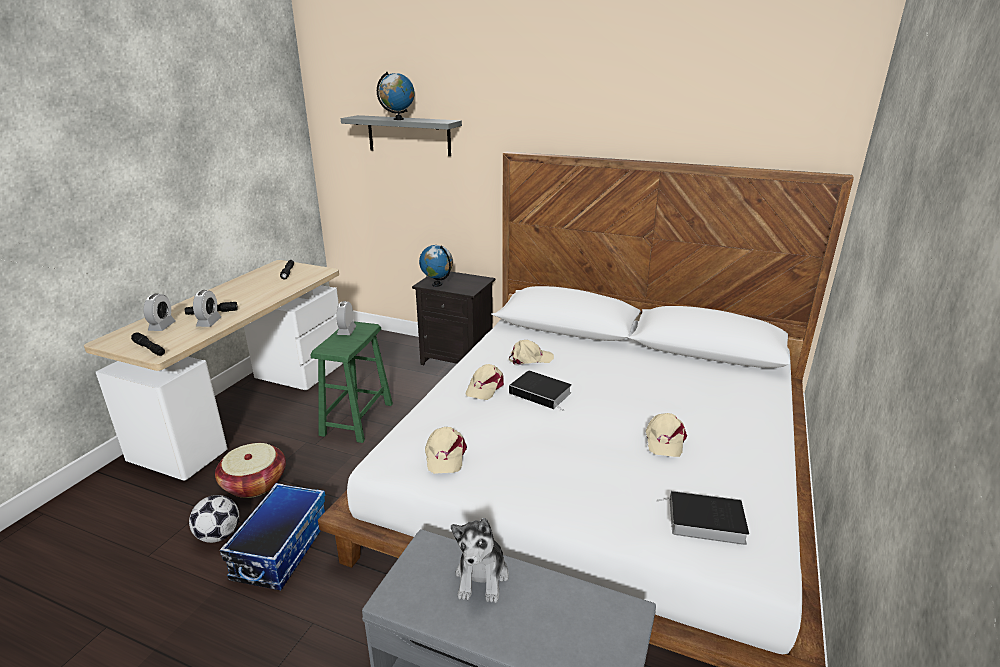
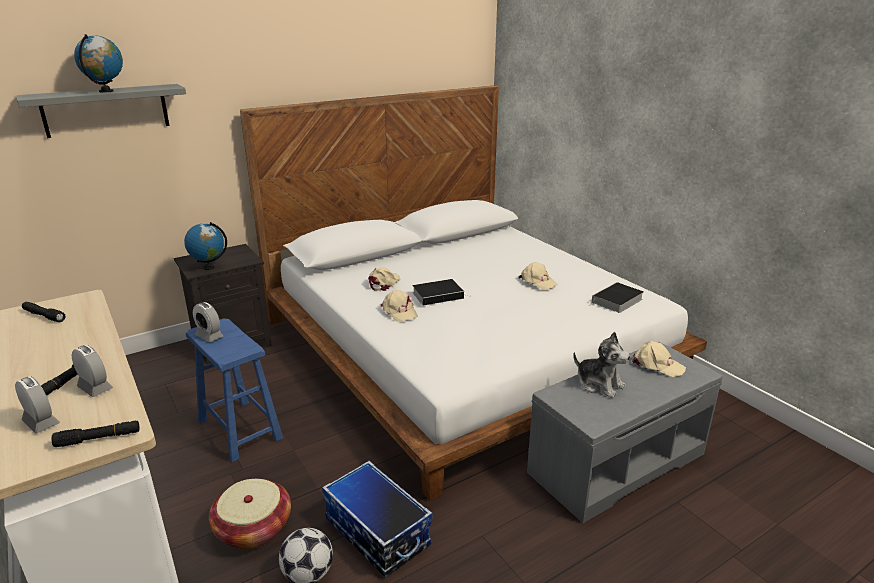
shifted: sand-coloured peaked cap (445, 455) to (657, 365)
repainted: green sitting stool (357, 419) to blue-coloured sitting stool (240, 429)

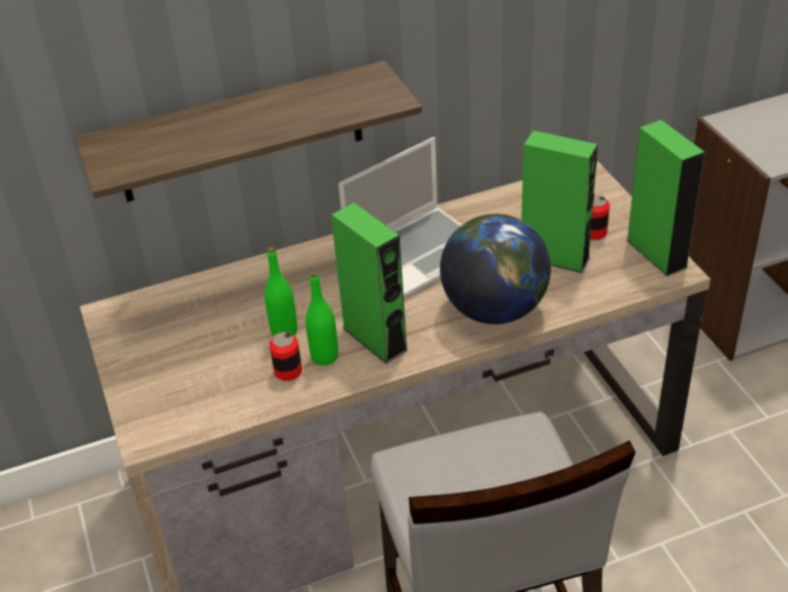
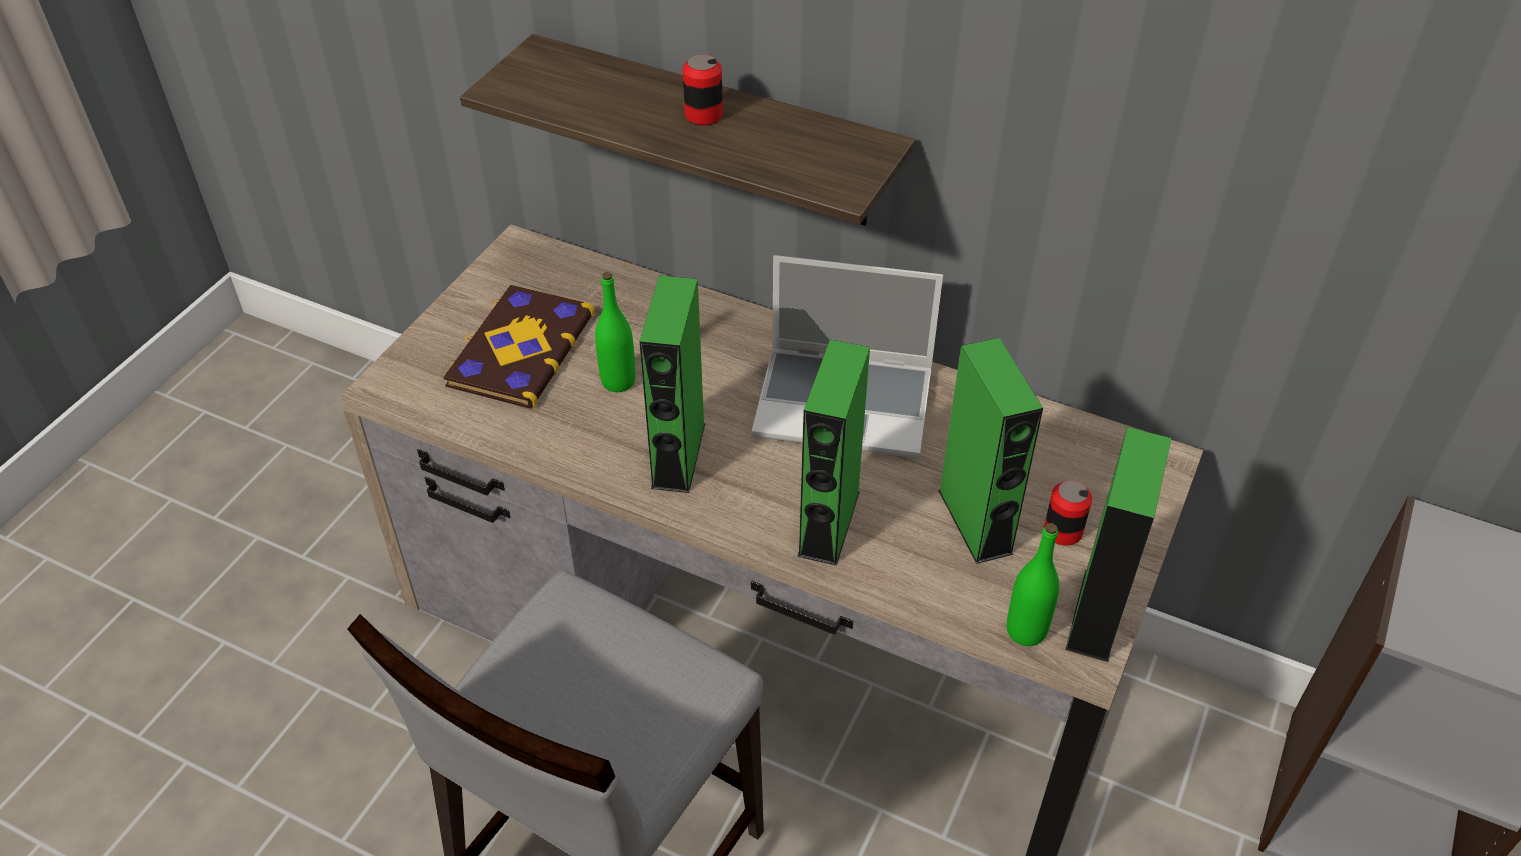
new: book (519, 349)
shifted: metal can (288, 371) to (703, 115); green beverage bottle (324, 357) to (1026, 631)
swapped: globe (494, 309) to green audio speaker (829, 523)

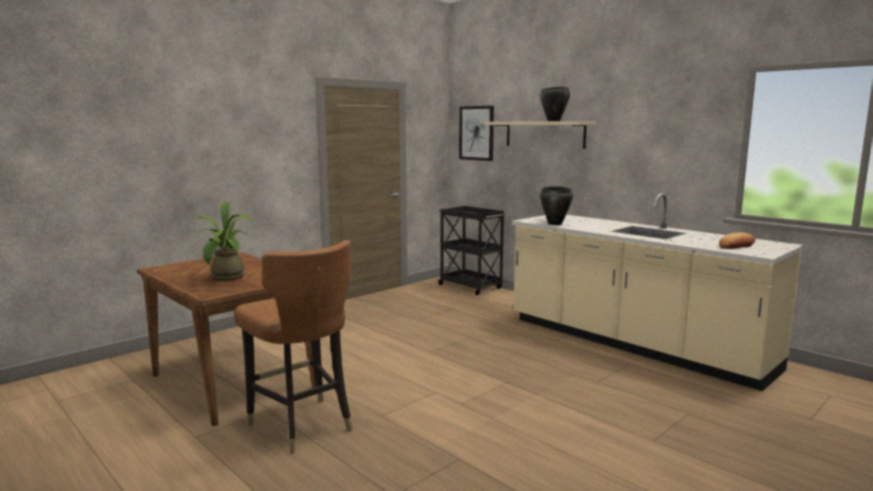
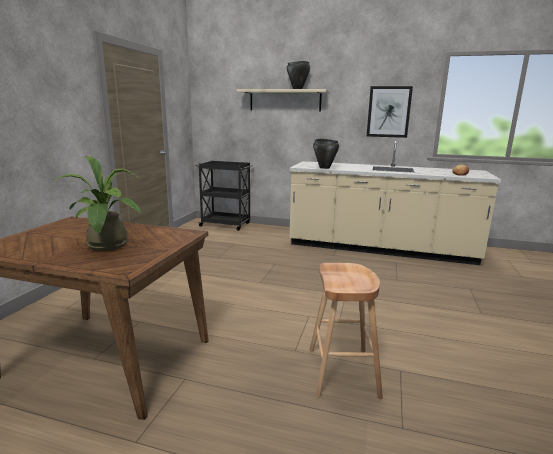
gone: brown upright chair (301, 425)
new: brown sitting stool (342, 372)
shifted: picture (476, 133) to (388, 112)

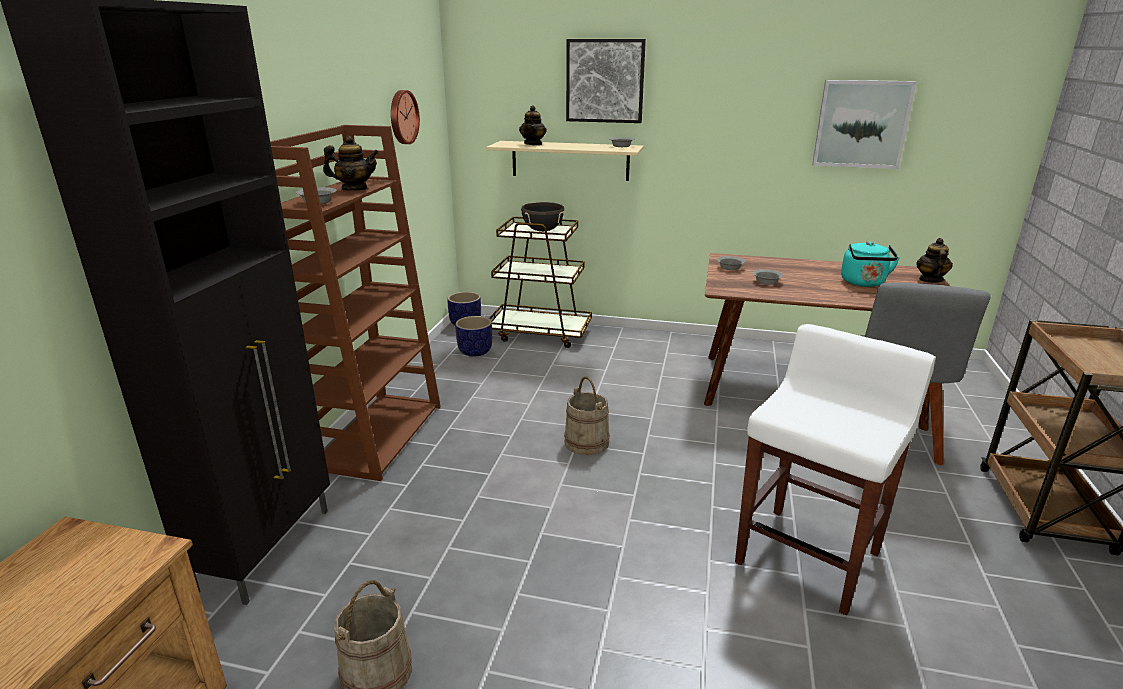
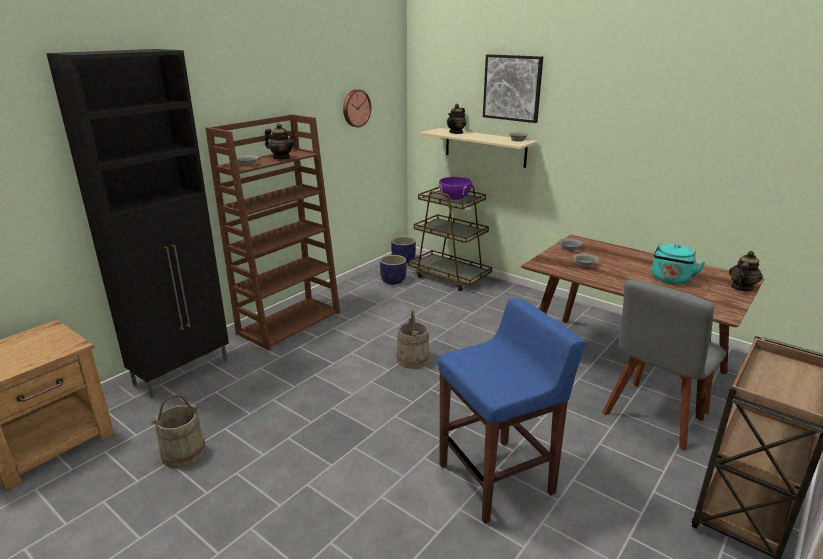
gone: picture (861, 124)
repainted: black-coloured cooking pot (543, 230) to purplish cooking pot (455, 199); white sitting stool (809, 556) to blue-coloured sitting stool (498, 478)

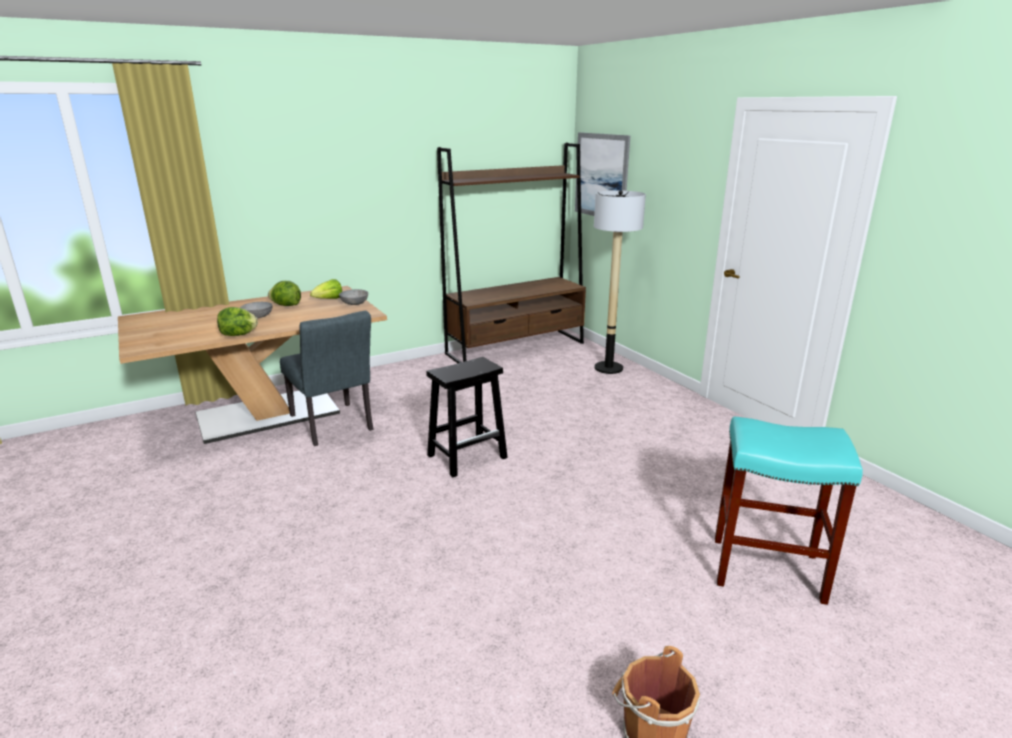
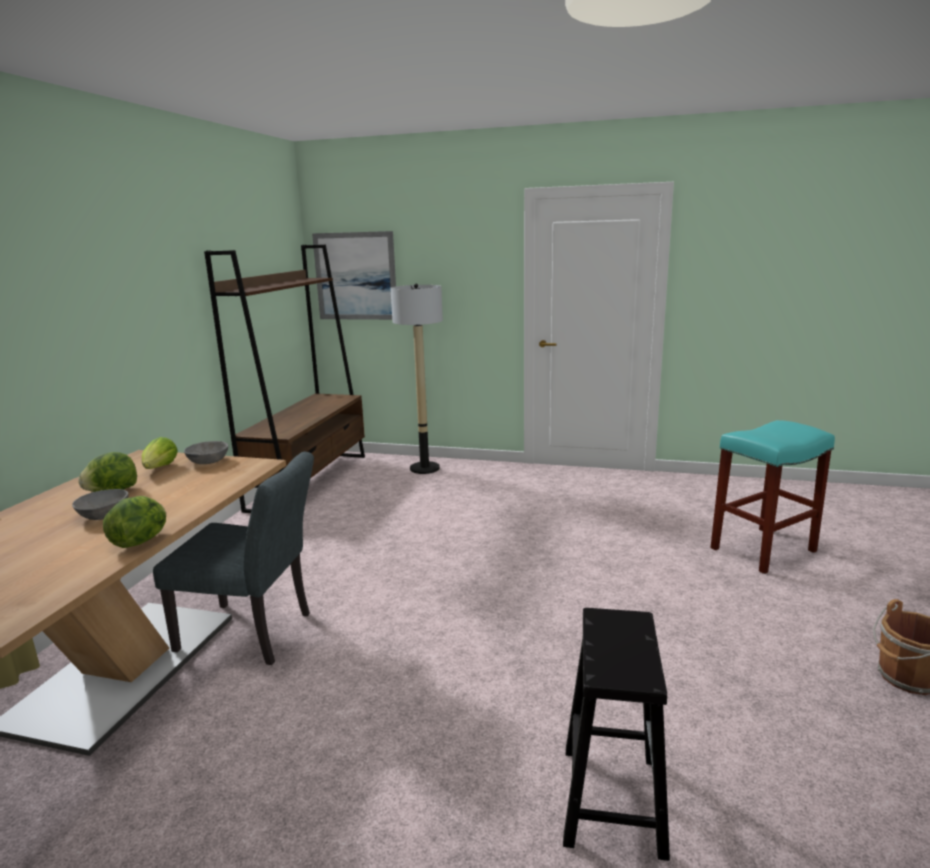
shifted: black-coloured sitting stool (468, 456) to (611, 797)

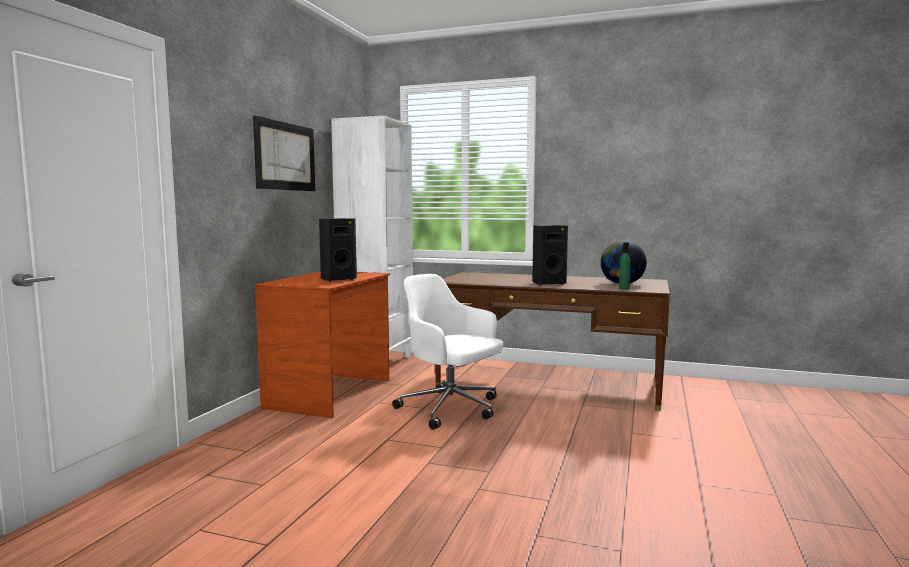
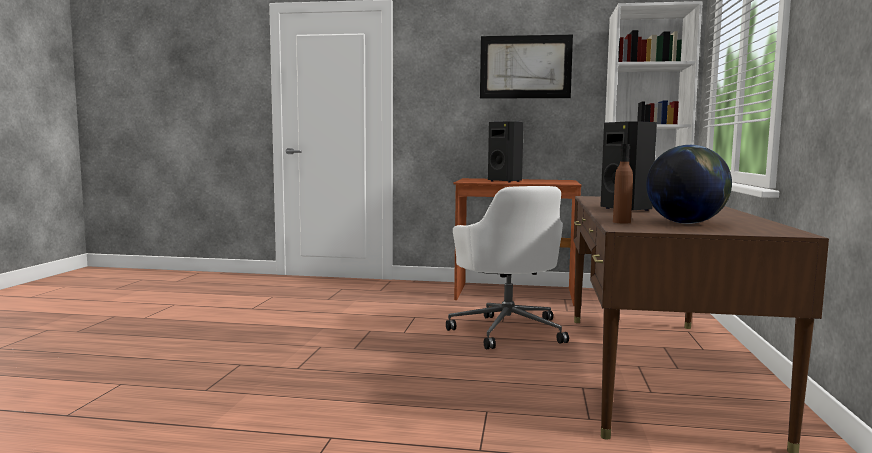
repainted: green beverage bottle (624, 289) to brown beverage bottle (621, 222)
rotated: white desk chair (451, 409) = (508, 330) 135 degrees clockwise

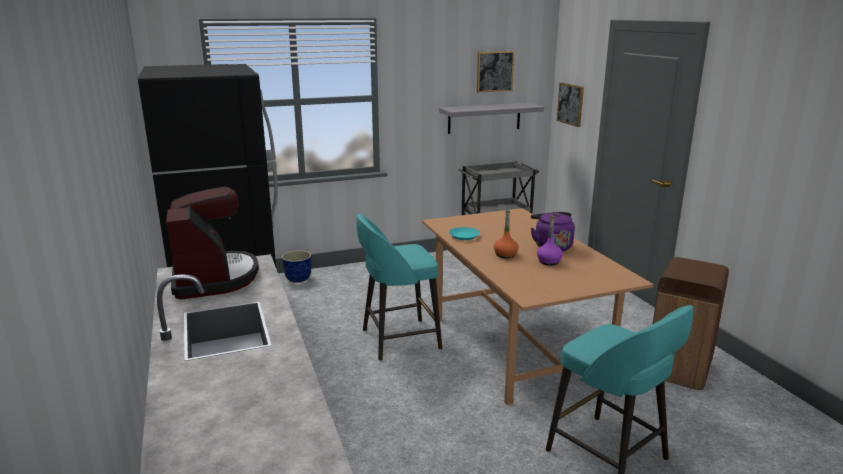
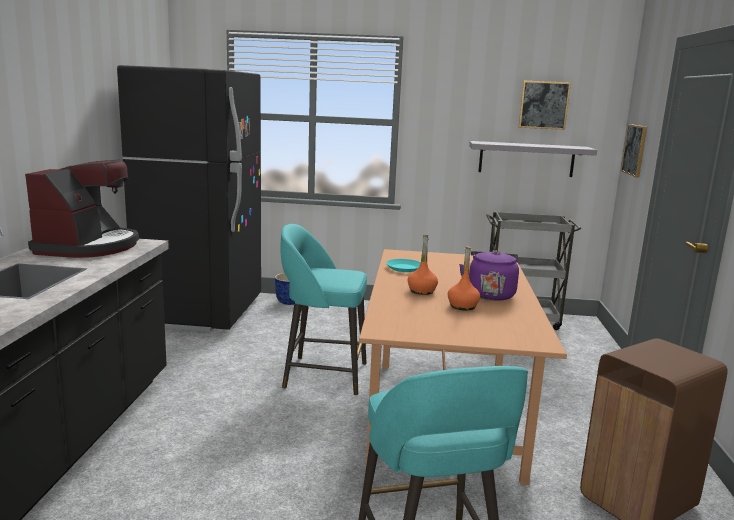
repainted: purplish beverage bottle (549, 262) to orange beverage bottle (463, 306)

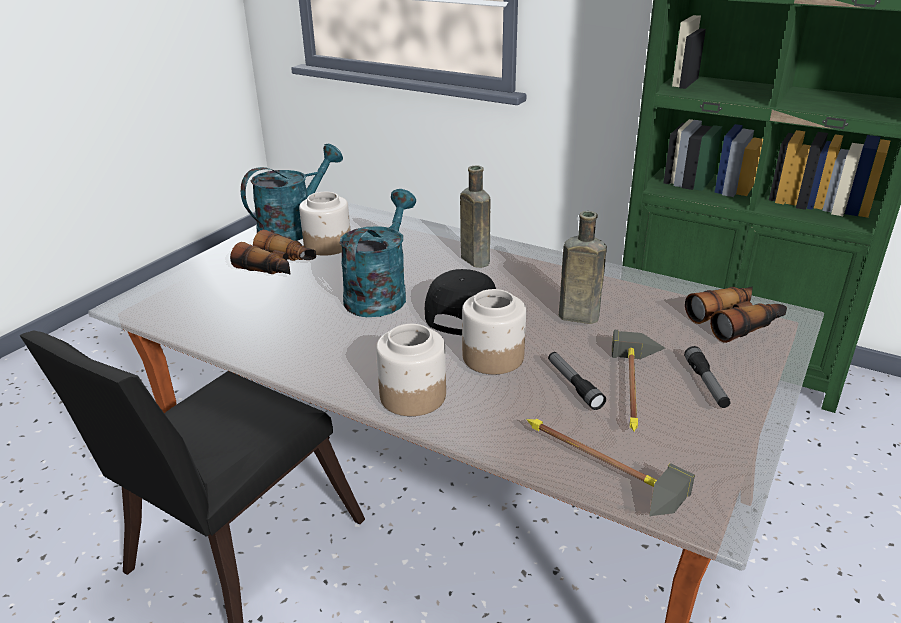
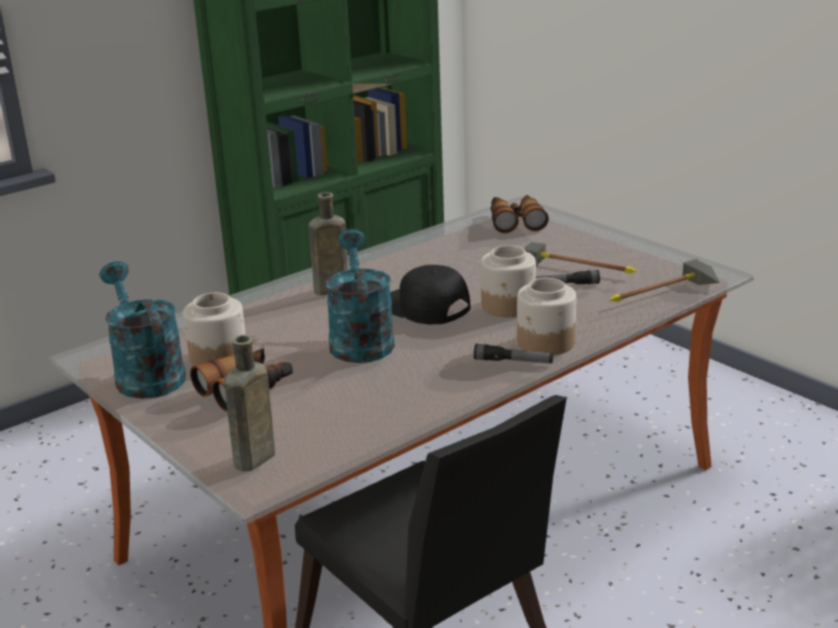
shifted: brown beverage bottle (575, 316) to (252, 460); hand torch (706, 384) to (513, 362)
rotated: turquoise sprinkling can (380, 293) = (360, 339) 45 degrees clockwise

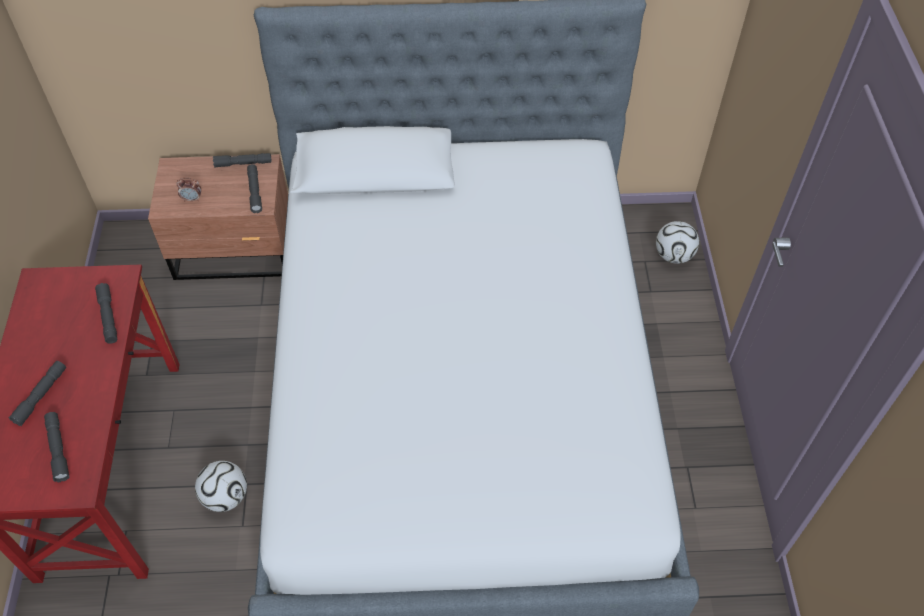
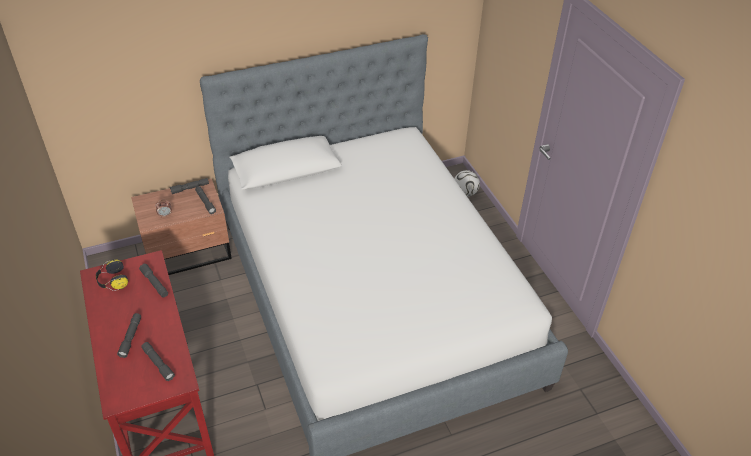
gone: football (226, 496)
new: headset (112, 281)

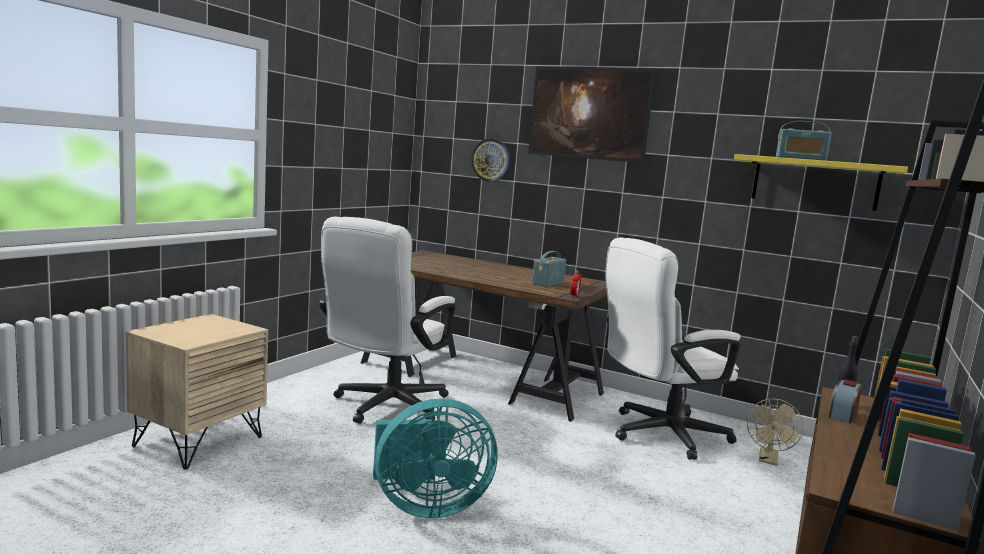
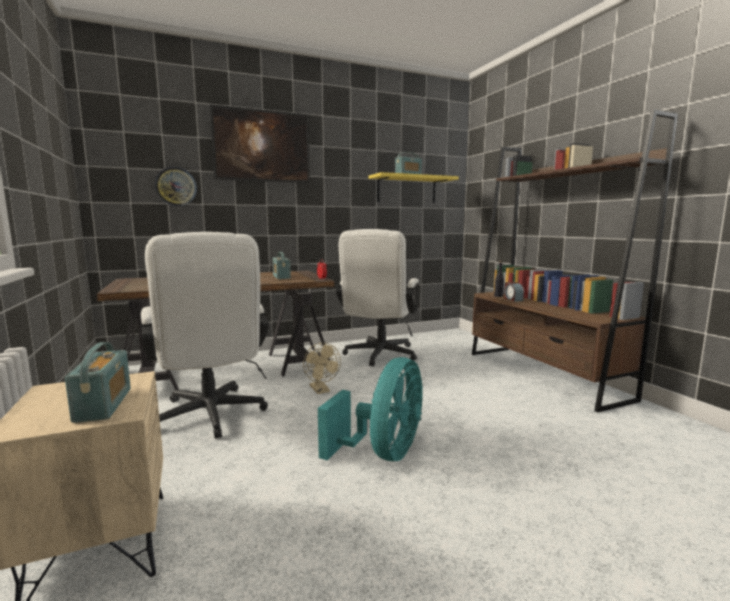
new: radio set (104, 405)
shifted: sand-coloured fan (768, 460) to (321, 390)

